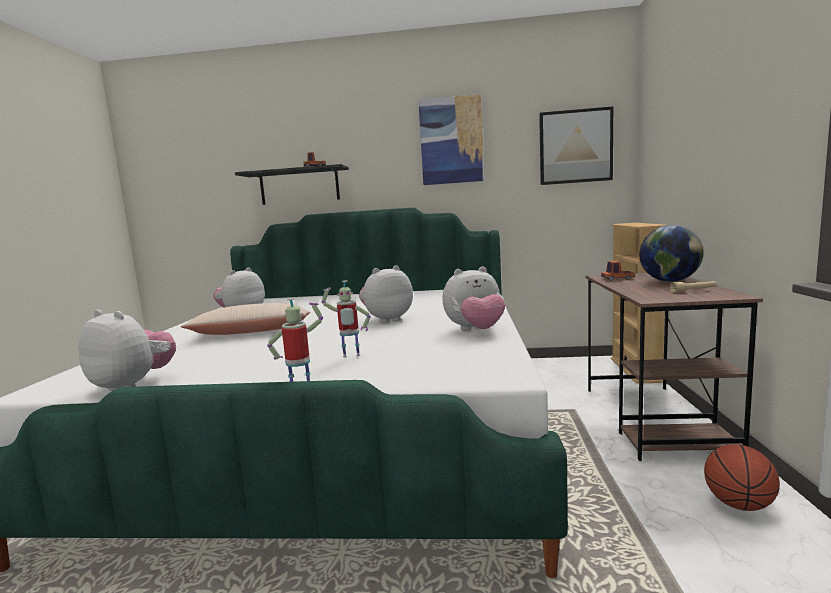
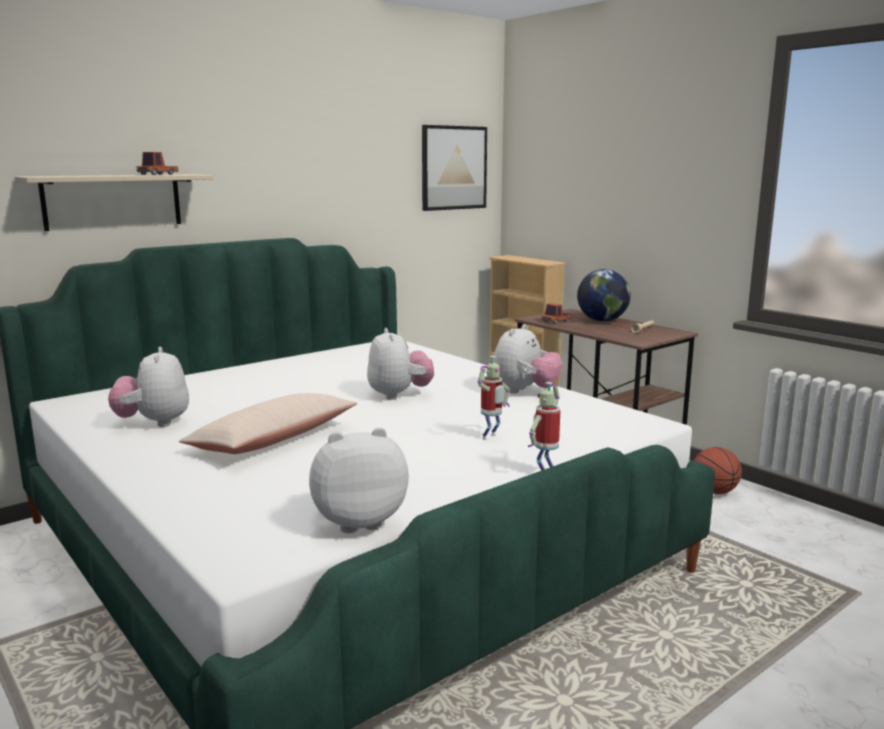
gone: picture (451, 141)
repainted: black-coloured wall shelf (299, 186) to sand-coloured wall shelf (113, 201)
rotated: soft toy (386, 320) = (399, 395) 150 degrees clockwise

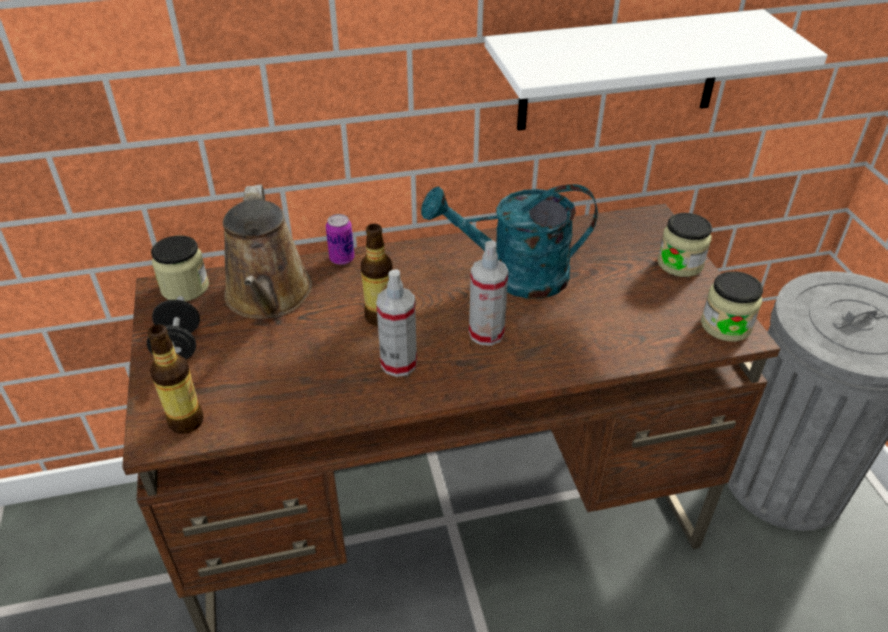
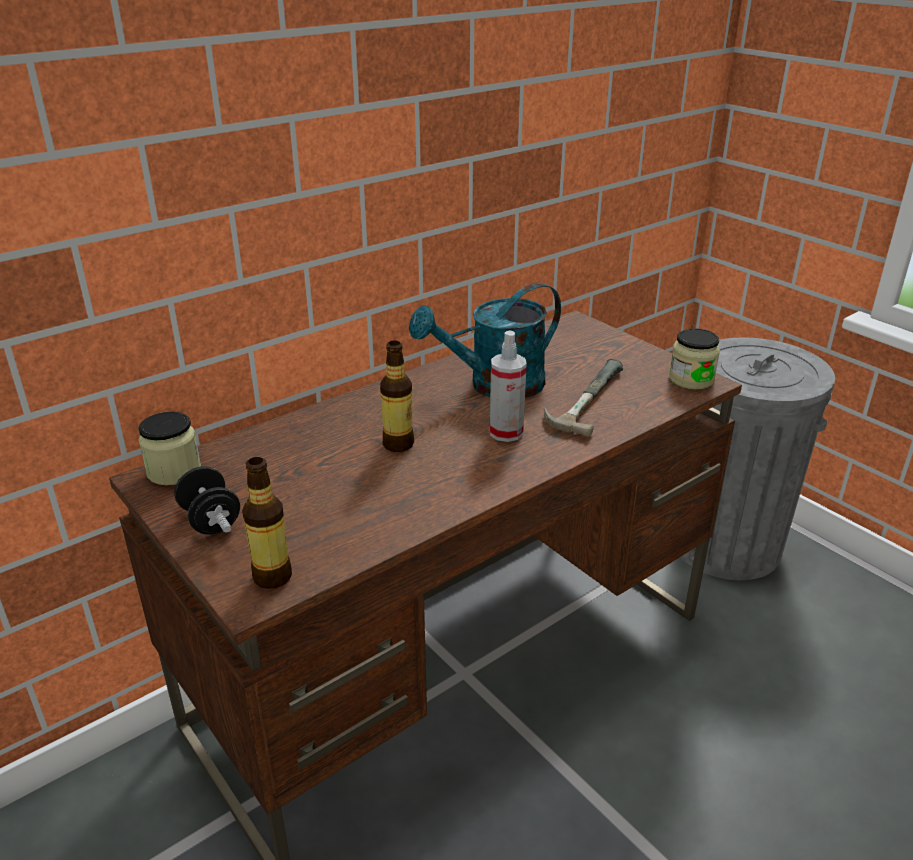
gone: brown sprinkling can (269, 297); metal can (342, 259); spray bottle (399, 363); white wall shelf (620, 71); jar (680, 263)
new: hammer (582, 398)

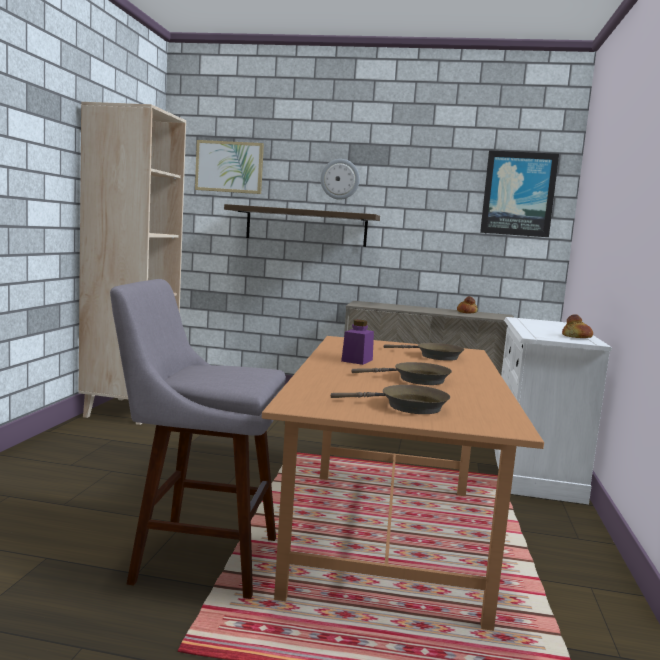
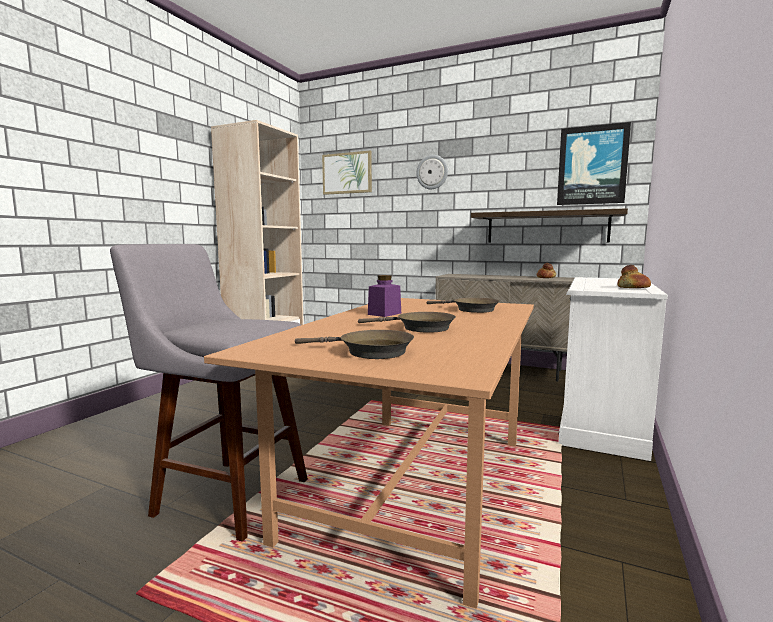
shifted: wall shelf (306, 226) to (546, 227)

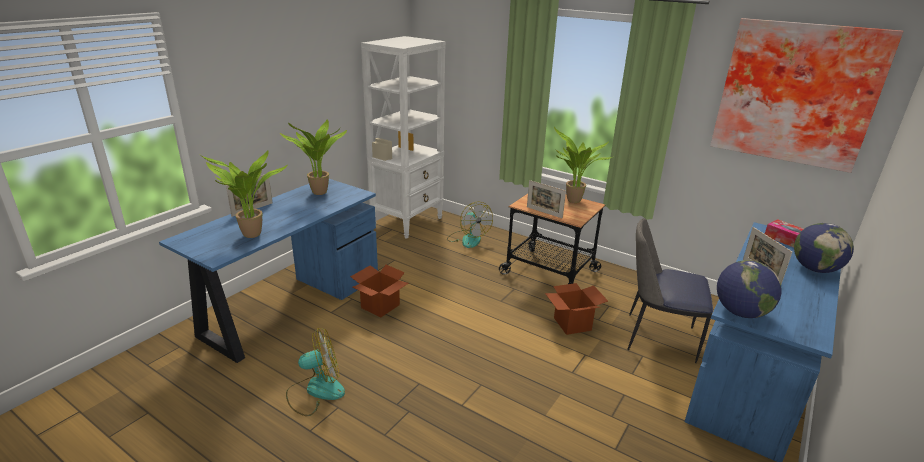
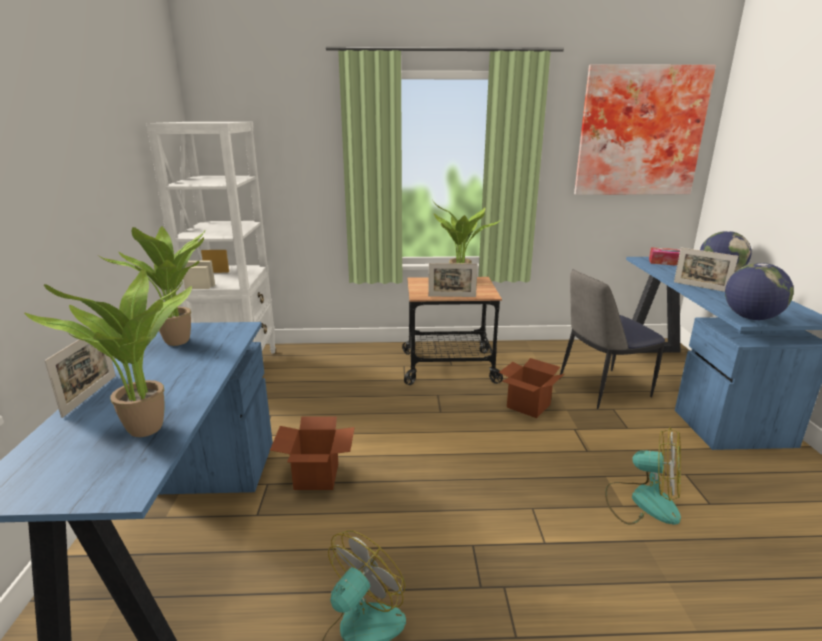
shifted: fan (468, 239) to (642, 501)

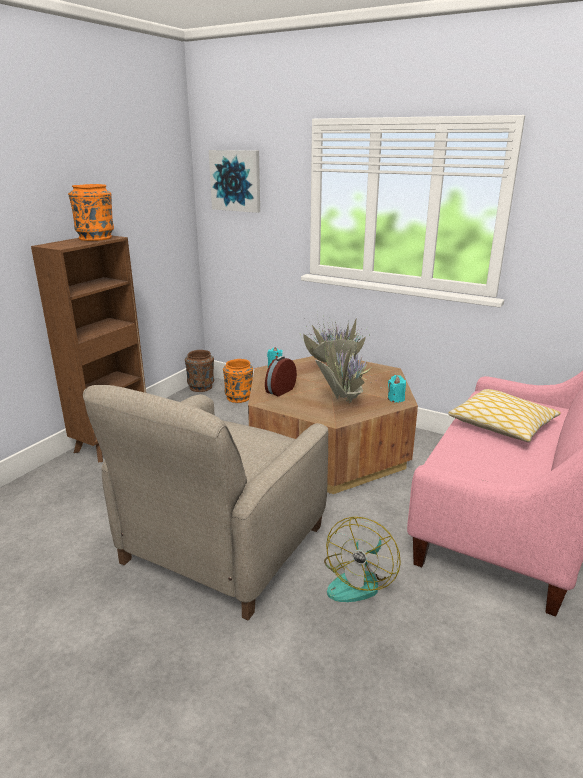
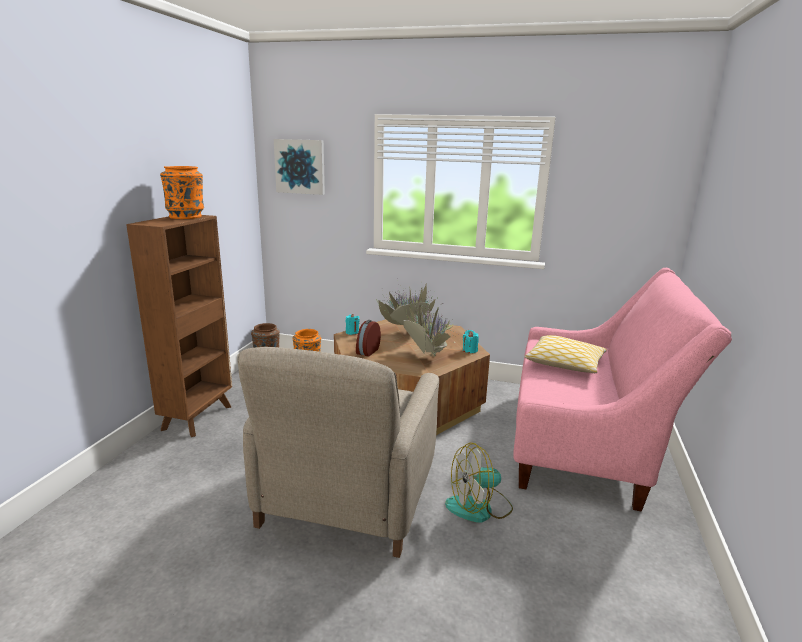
rotated: fan (358, 579) = (479, 507) 60 degrees clockwise

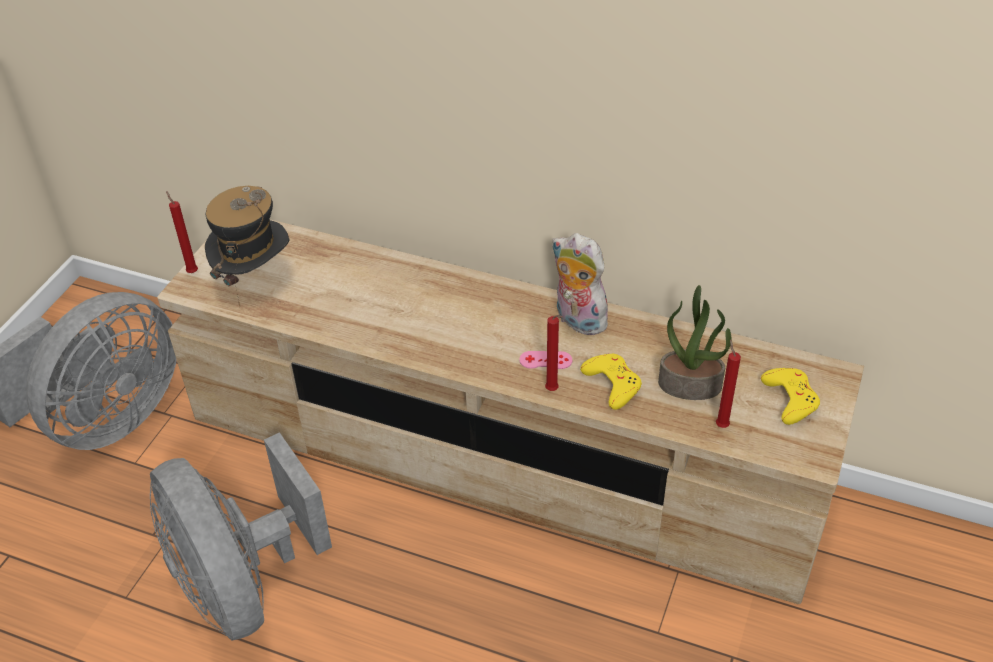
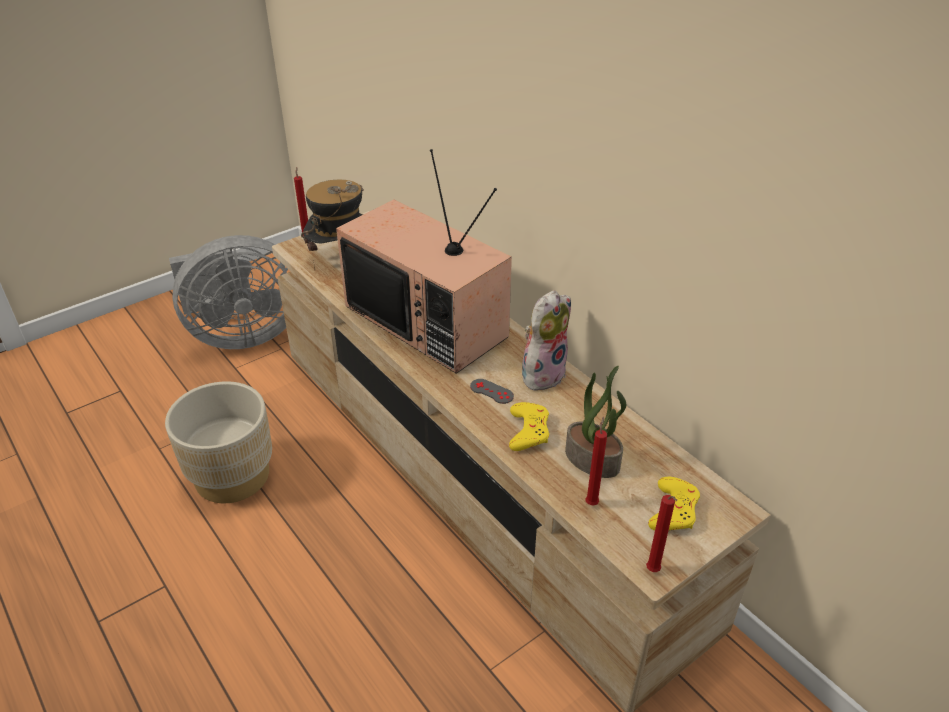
new: TV (429, 321)
shifted: red wax light (553, 391) to (653, 572)
swapped: gray fan (243, 584) to sand-coloured planter (232, 476)
repainted: pink gamepad (545, 360) to gray gamepad (491, 391)
rotated: soft toy (577, 320) = (542, 373) 60 degrees clockwise

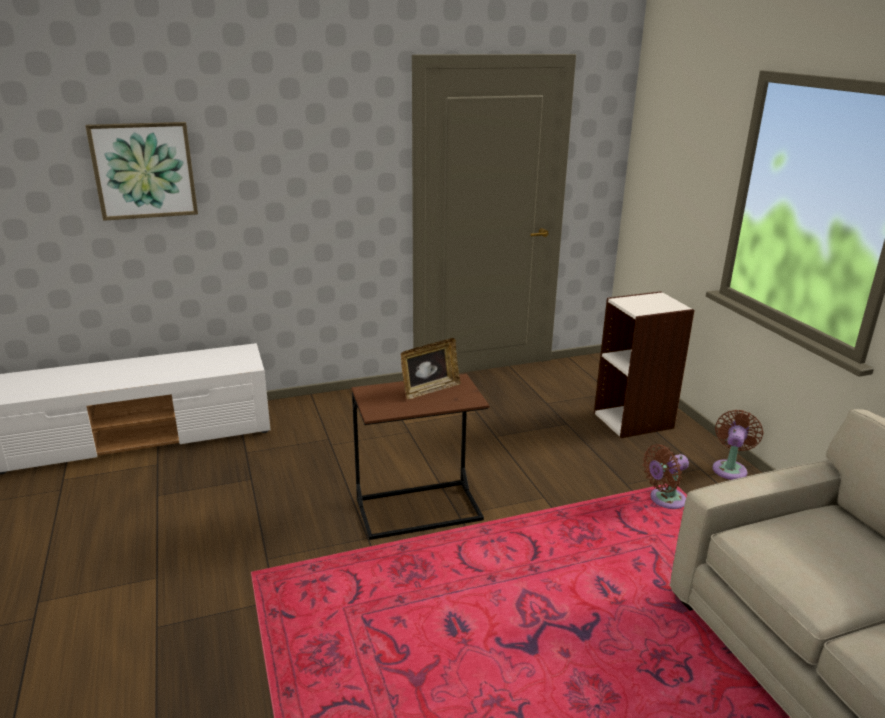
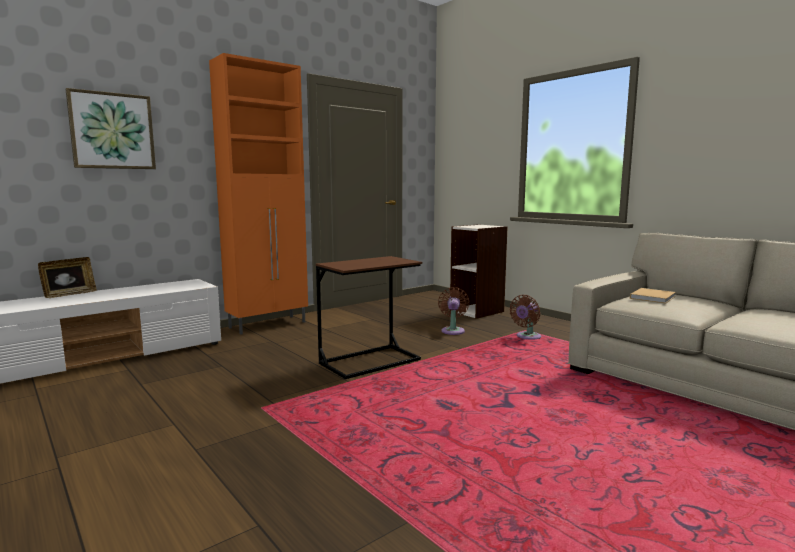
new: orange storage cabinet (269, 325); sand-coloured book (653, 297)
shifted: picture frame (430, 390) to (69, 294); brown fan (730, 468) to (453, 330)

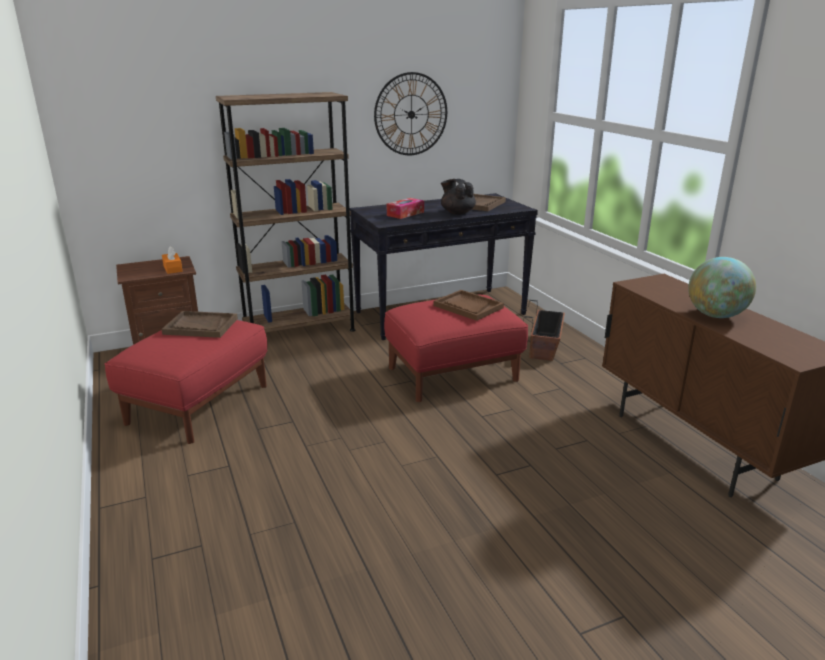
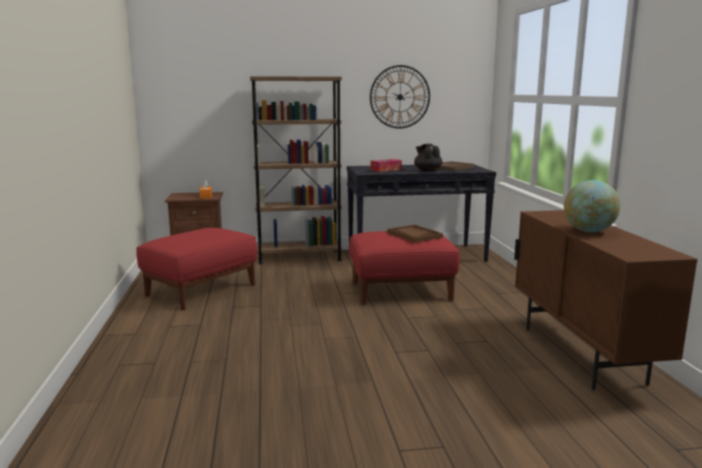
gone: brown carrying tray (200, 326); planter (545, 347)

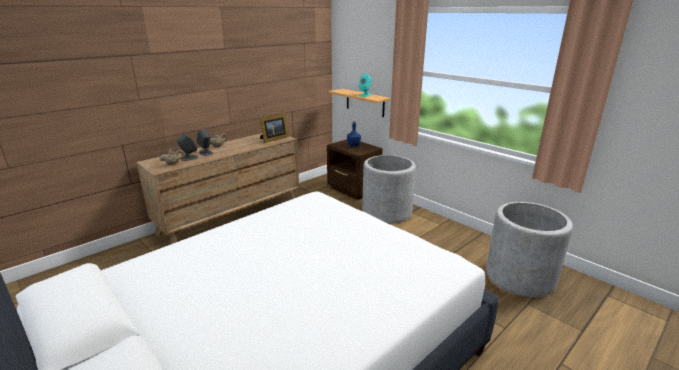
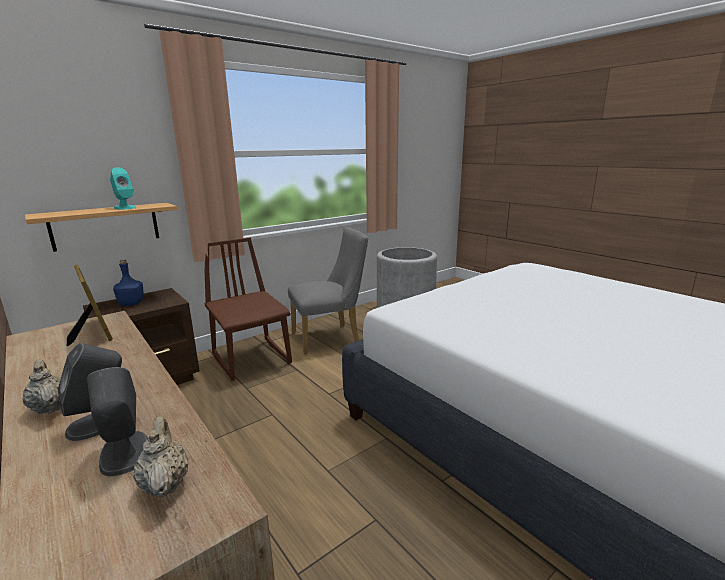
new: gray upright chair (330, 337)
swapped: gray planter (387, 212) to brown upright chair (252, 358)

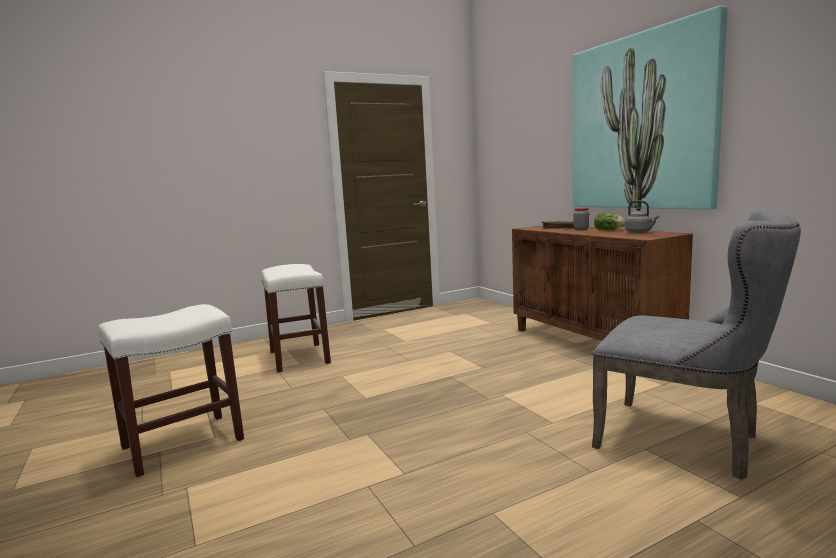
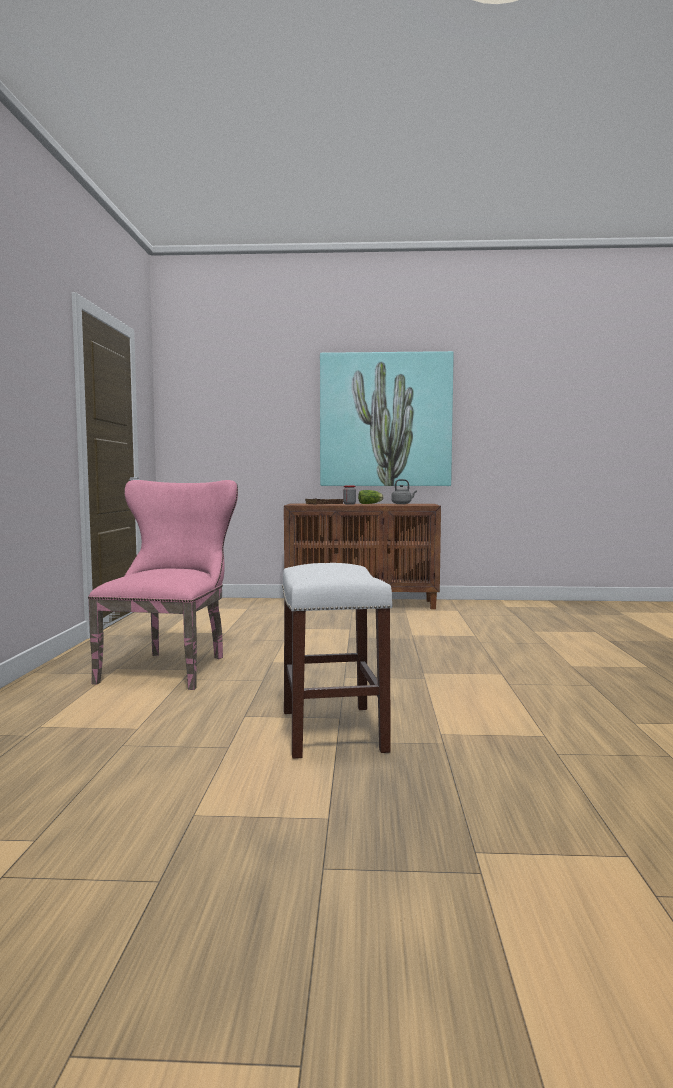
gone: gray upright chair (687, 441)
swapped: white sitting stool (300, 357) to pink upright chair (170, 667)

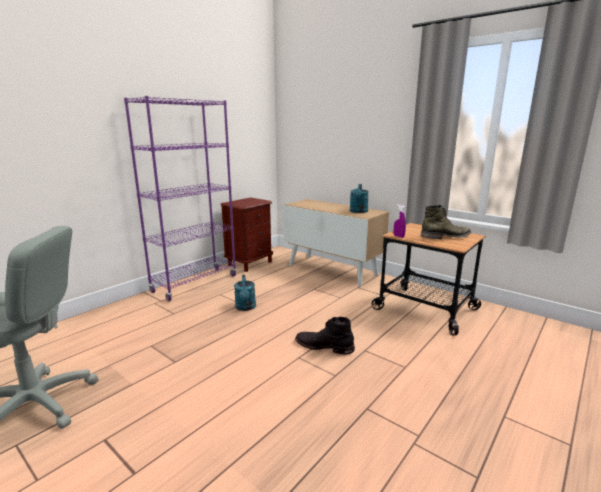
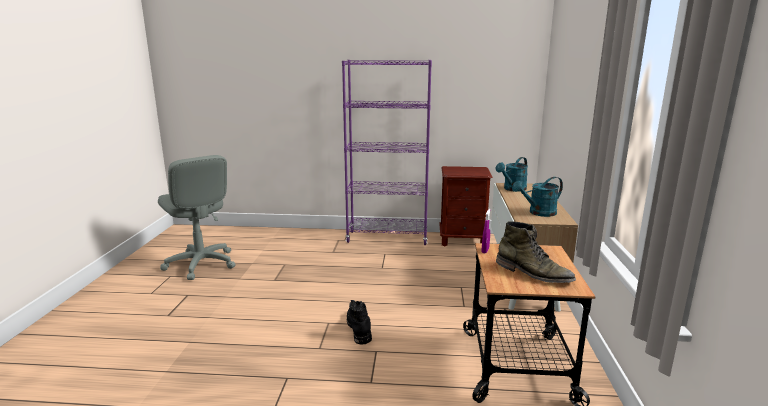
shifted: turquoise sprinkling can (245, 308) to (512, 189)

